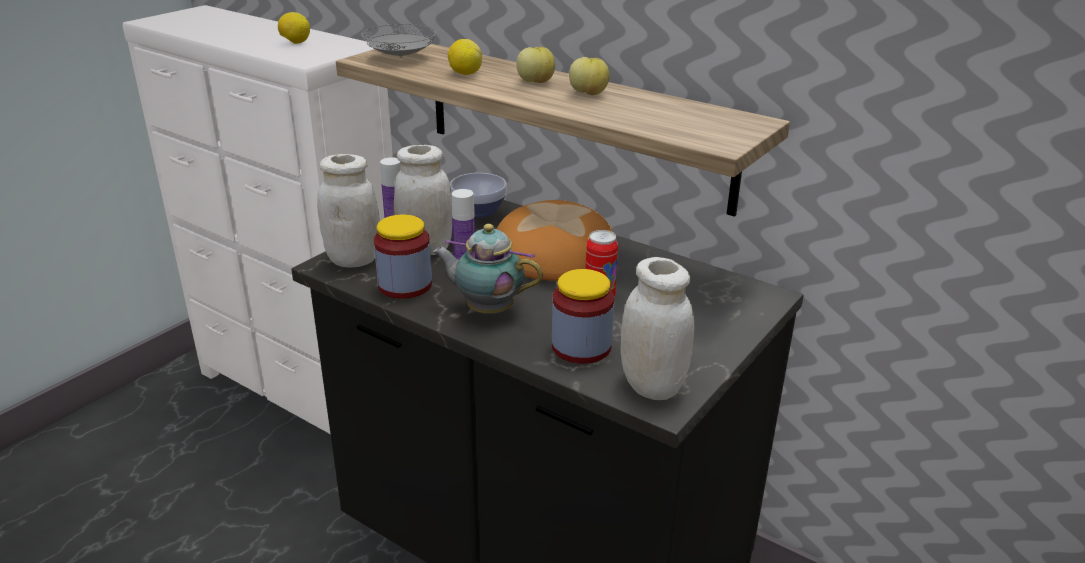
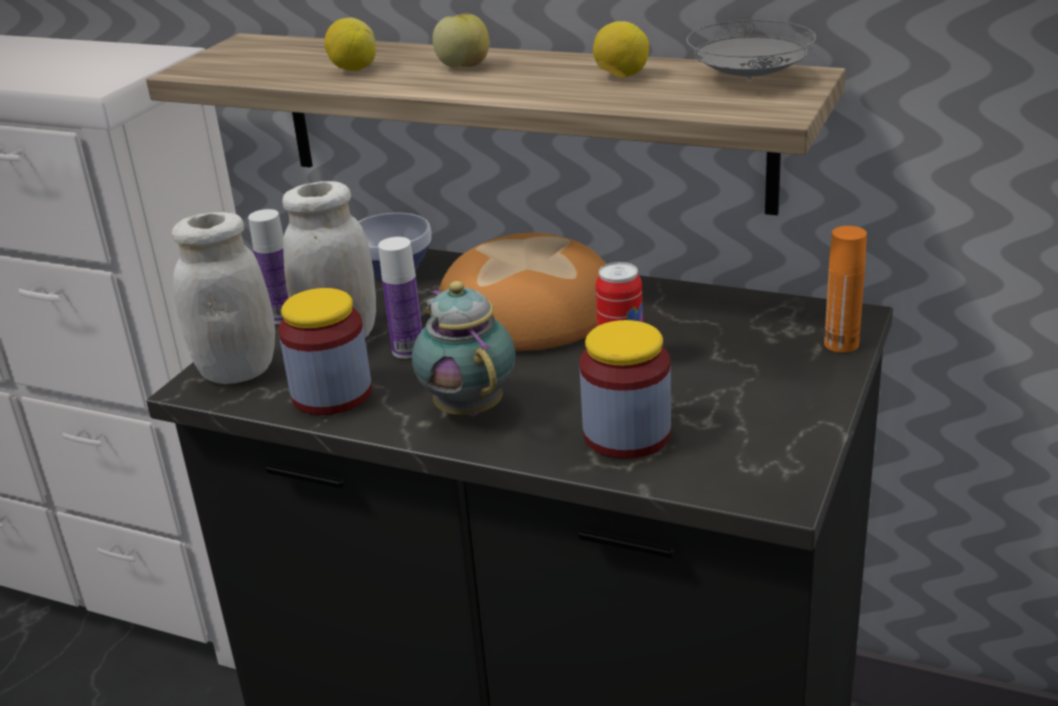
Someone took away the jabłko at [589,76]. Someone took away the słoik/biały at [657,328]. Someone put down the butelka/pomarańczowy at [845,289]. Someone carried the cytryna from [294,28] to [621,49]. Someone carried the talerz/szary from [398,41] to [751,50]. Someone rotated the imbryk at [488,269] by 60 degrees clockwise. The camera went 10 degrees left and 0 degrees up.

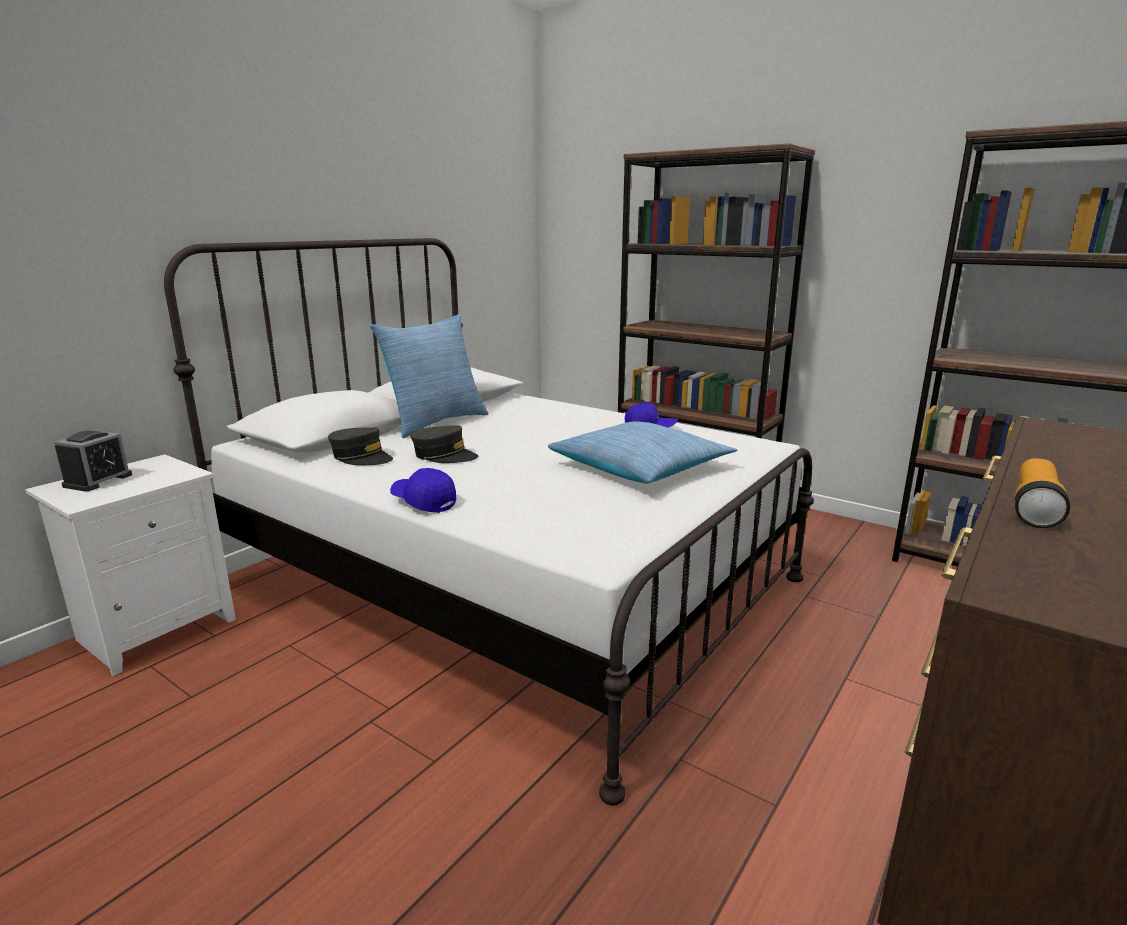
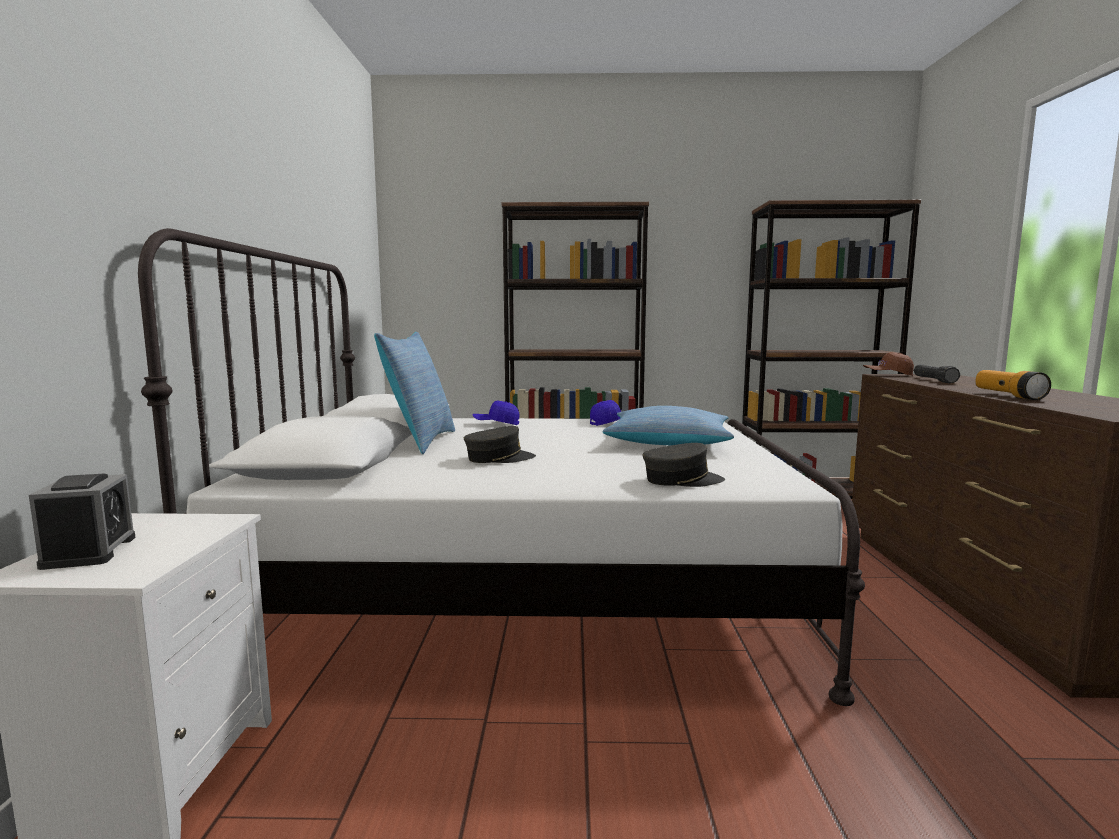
Someone put down the czapka z daszkiem/brązowy at [888,364]. Someone put down the latarka/czarny at [937,374]. Someone carried the czapka z daszkiem/szary from [360,446] to [683,465]. Someone carried the czapka z daszkiem/niebieski from [423,490] to [495,412]. The camera went 35 degrees left and 10 degrees down.

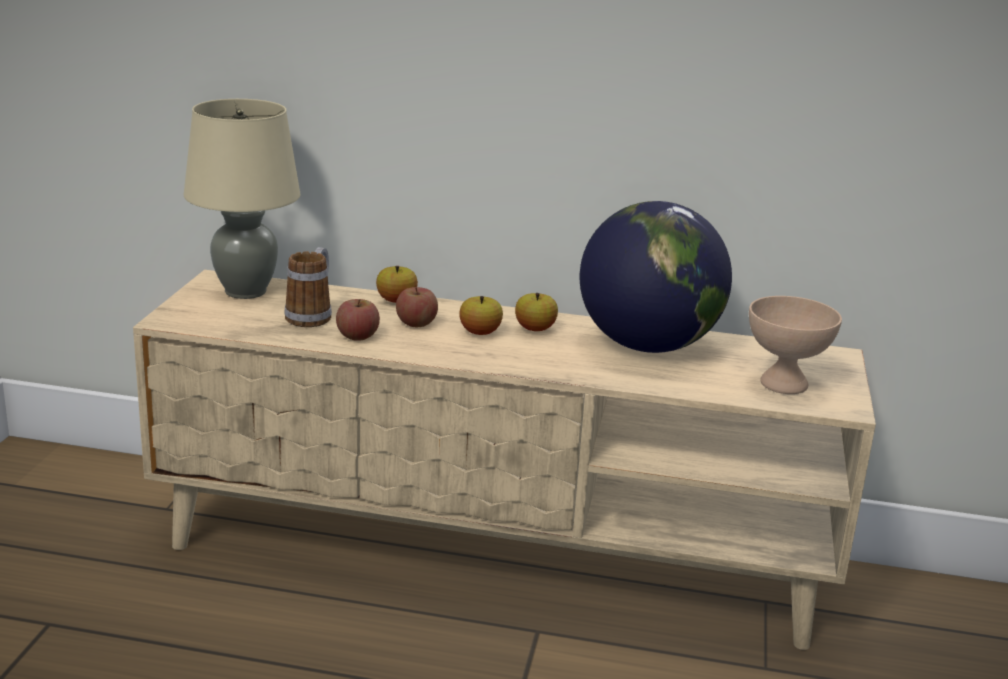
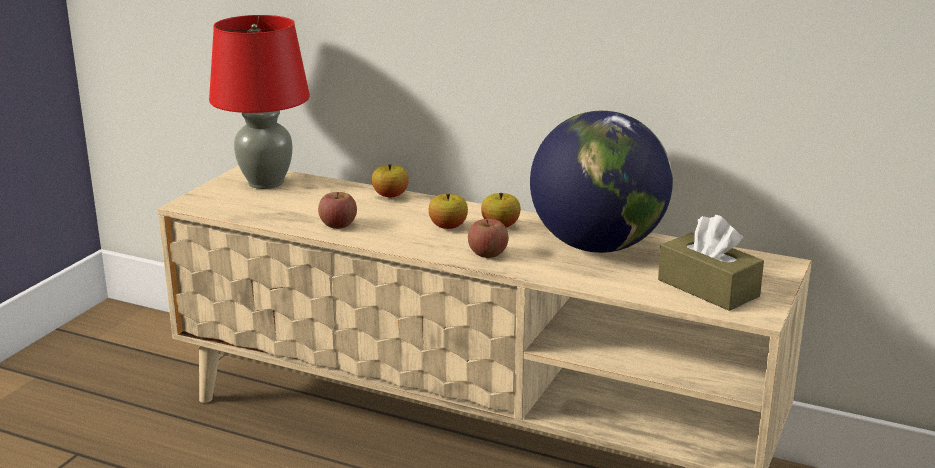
Someone took away the kubek at [308,287]. Someone carried the jabłko from [417,307] to [488,238]. Someone swapped the miska/beżowy at [795,345] for the pudełko chusteczek/brązowy at [711,263]. Someone repainted the lampa stołowa/beżowy at [241,199], which became the lampa stołowa/czerwony at [259,102]. The camera went 15 degrees right and 0 degrees up.

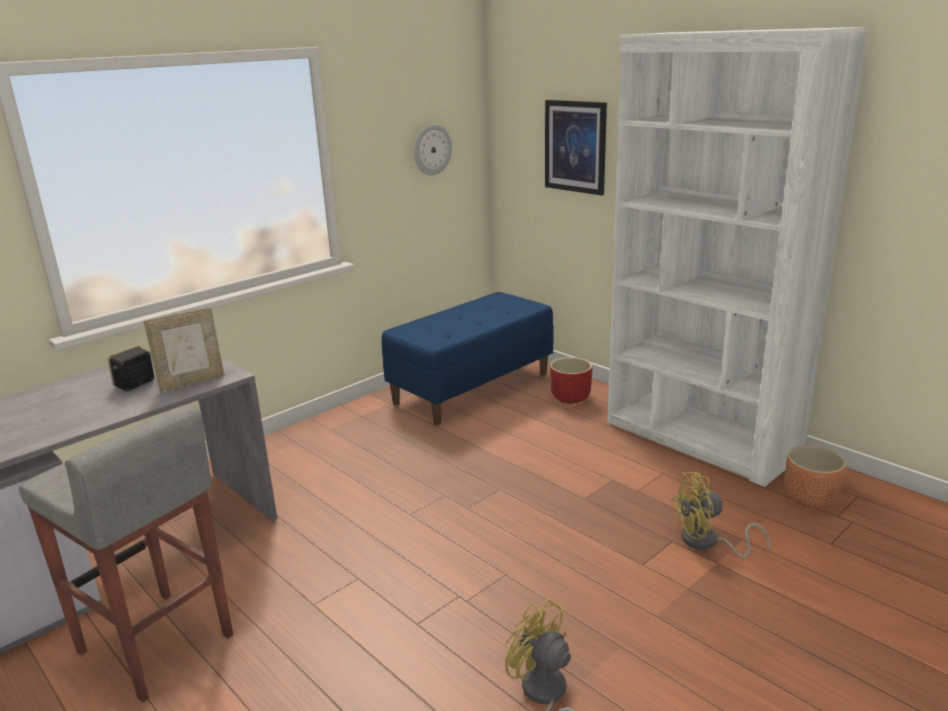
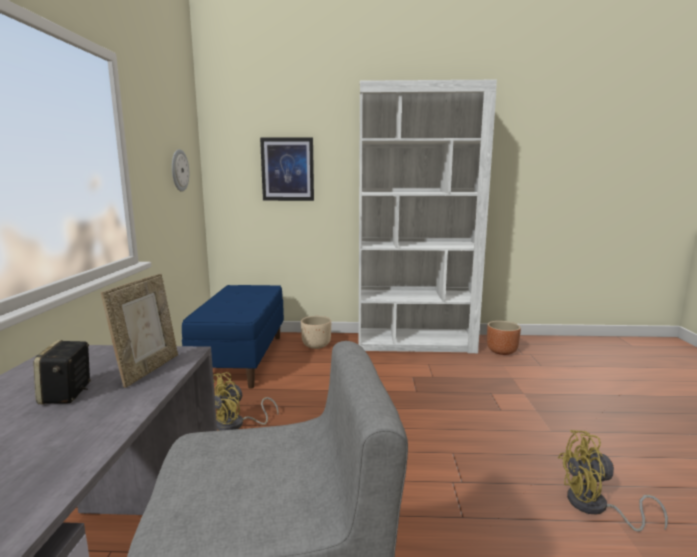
Someone carried the wentylator/żółty from [720,515] to [246,401]. Someone repainted the donica/czerwony at [571,380], which became the donica/beżowy at [316,332]. The camera went 45 degrees left and 10 degrees down.

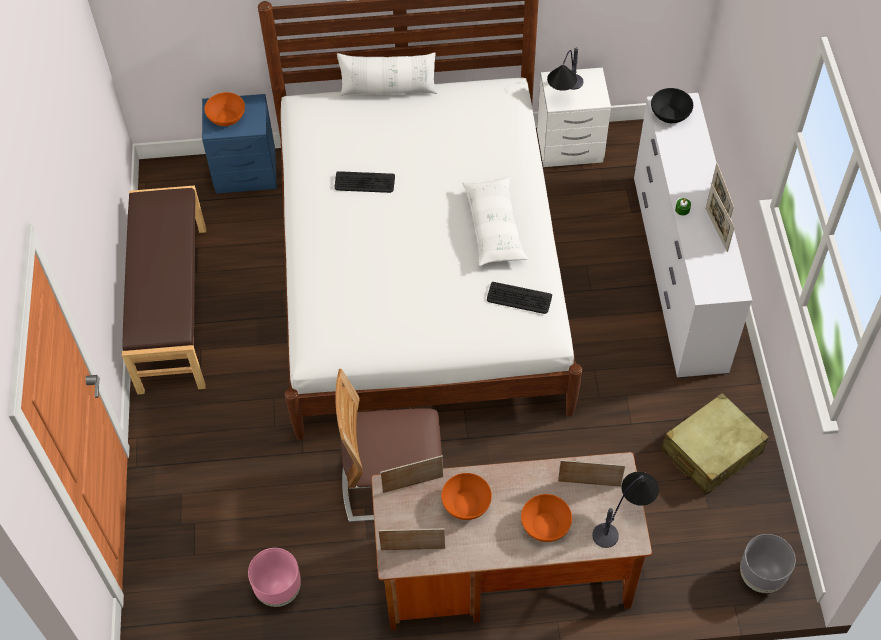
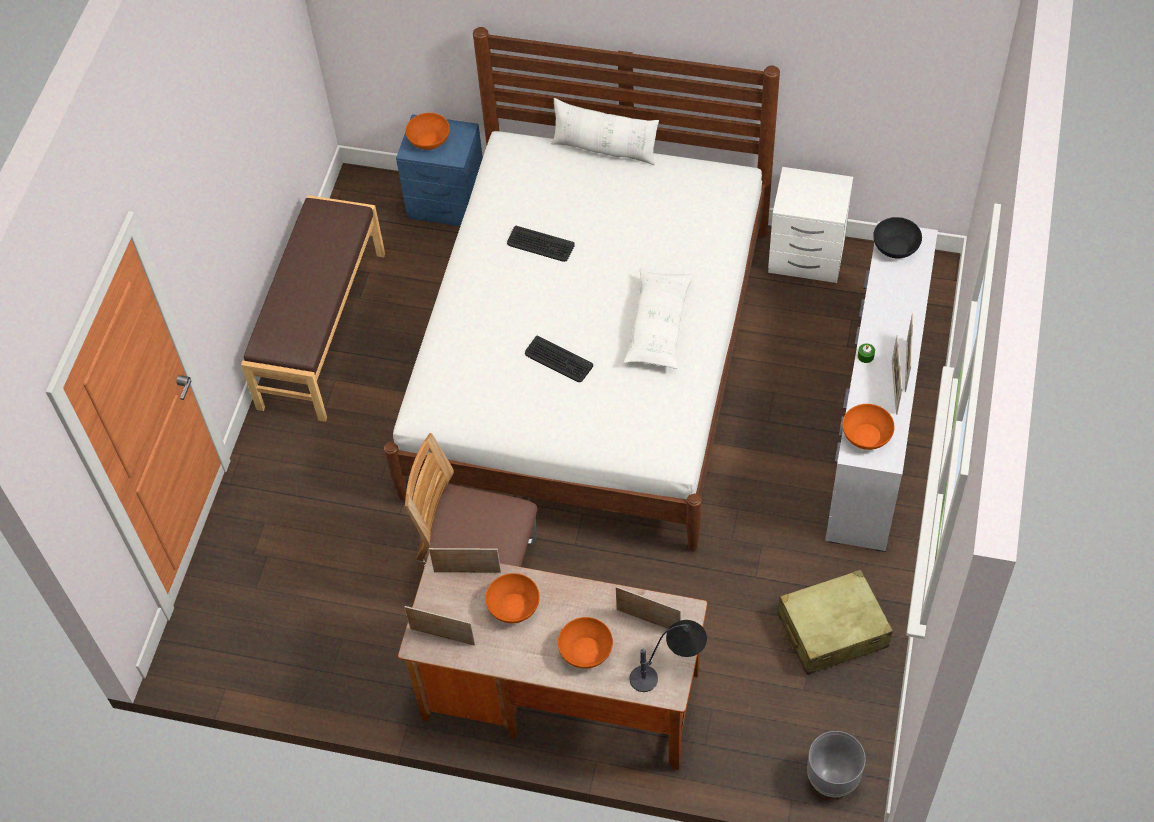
Someone took away the donica/różowy at [274,577]. Someone took away the lampa stołowa at [565,69]. Someone put down the miska/pomarańczowy at [868,427]. Someone carried the klawiatura from [519,298] to [559,359]. The camera went 20 degrees right and 0 degrees up.

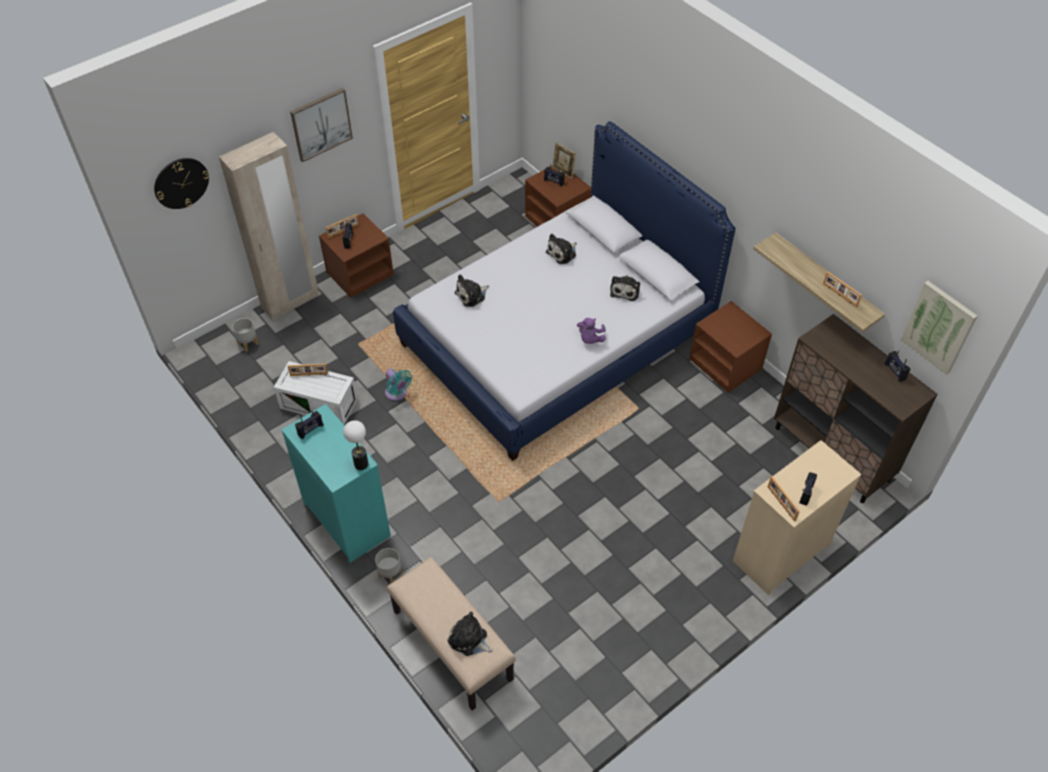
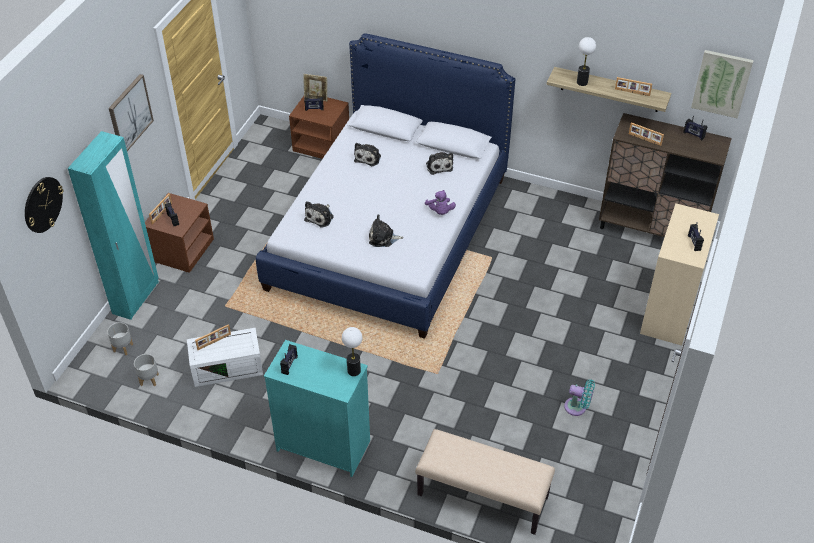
Someone took away the szafka nocna/brązowy at [731,347]. Someone put down the lampa stołowa at [586,61]. Someone carried the donica/szary from [388,566] to [146,370]. Someone carried the wentylator/turkusowy from [398,385] to [579,397]. Someone carried the pluszak from [470,634] to [386,230]. Someone carried the ramka na zdjęcie from [784,499] to [646,134]. Someone repainted the szafa/beżowy at [269,226], which became the szafa/turkusowy at [113,225]. The camera went 30 degrees left and 5 degrees down.

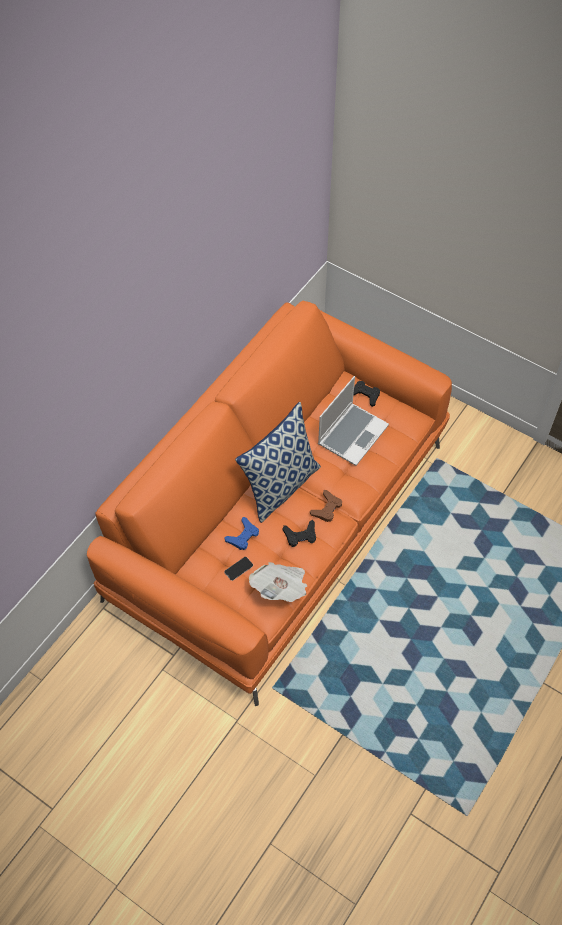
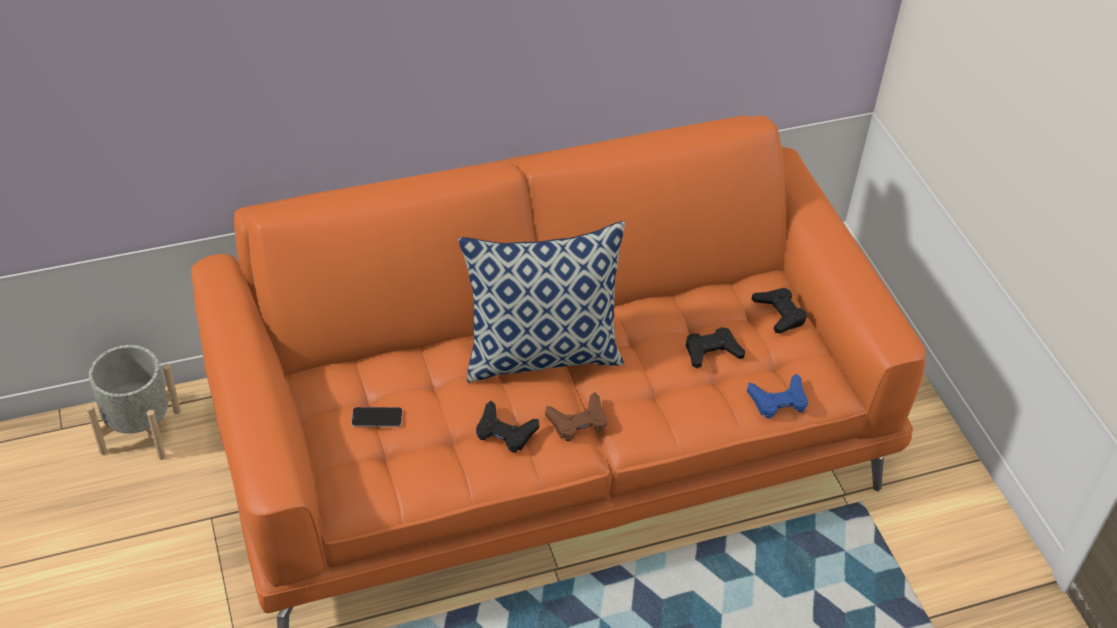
Someone took away the gazeta at [278,582]. Someone put down the donica/szary at [133,402]. Someone carried the pad do gier/niebieski from [241,533] to [777,396]. Someone swapped the laptop at [353,421] for the pad do gier/czarny at [715,348]. The camera went 35 degrees right and 10 degrees down.

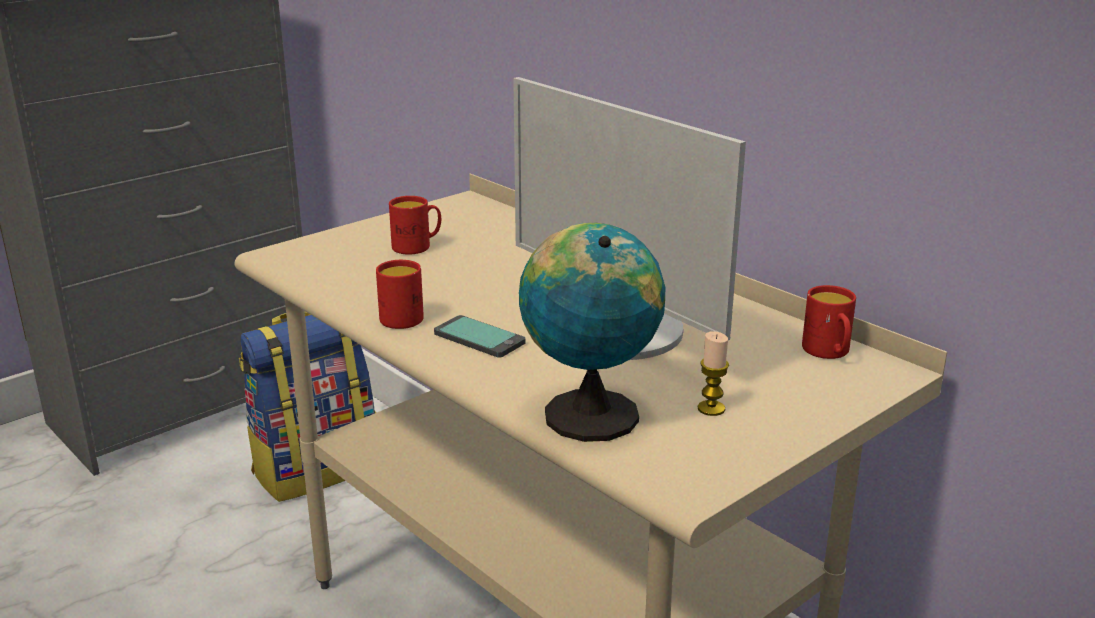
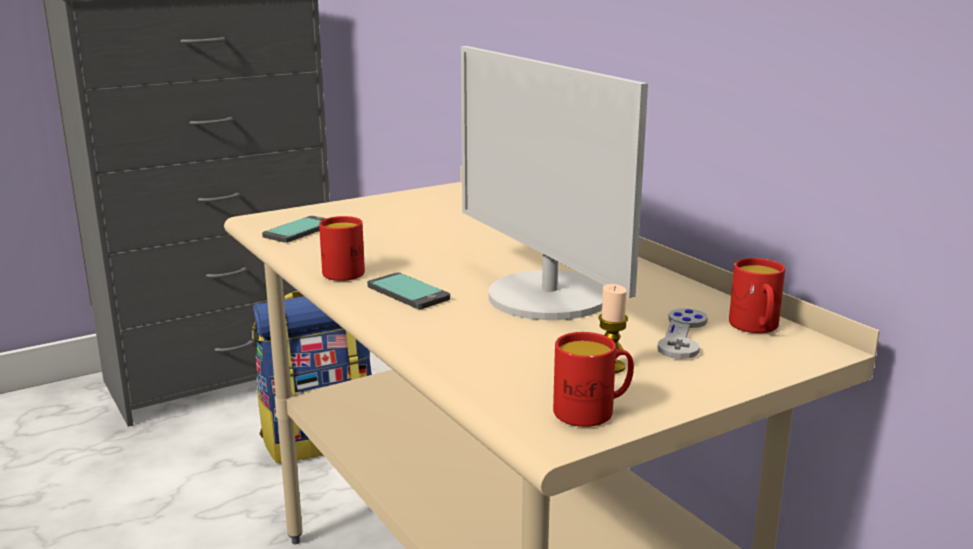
Someone took away the globus at [592,332]. Someone put down the telefon at [294,229]. Someone put down the pad do gier/szary at [682,333]. Someone carried the kubek/czerwony from [415,225] to [593,379]. The camera went 10 degrees right and 5 degrees down.

